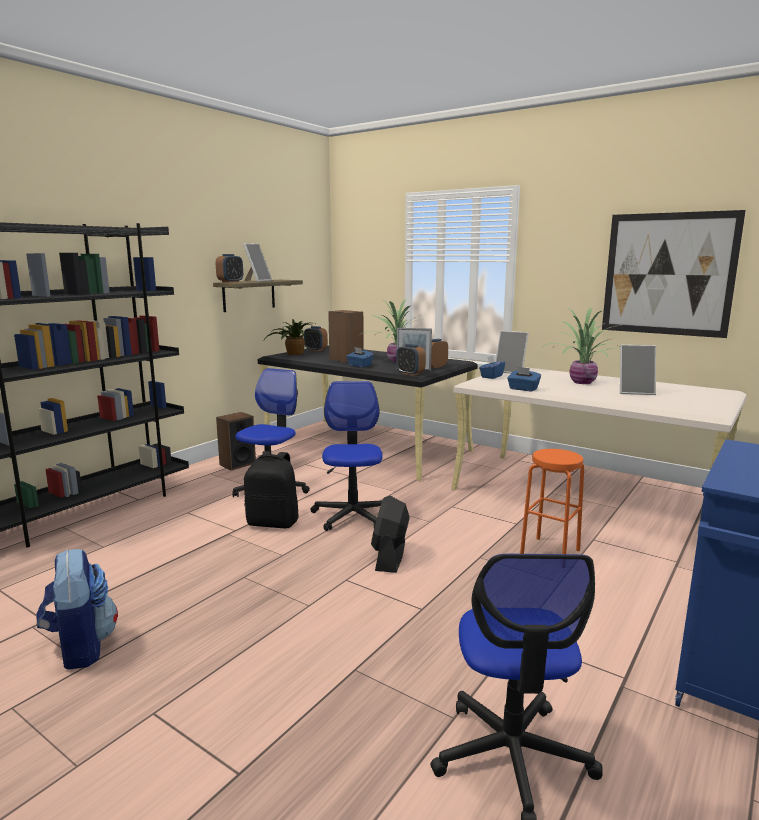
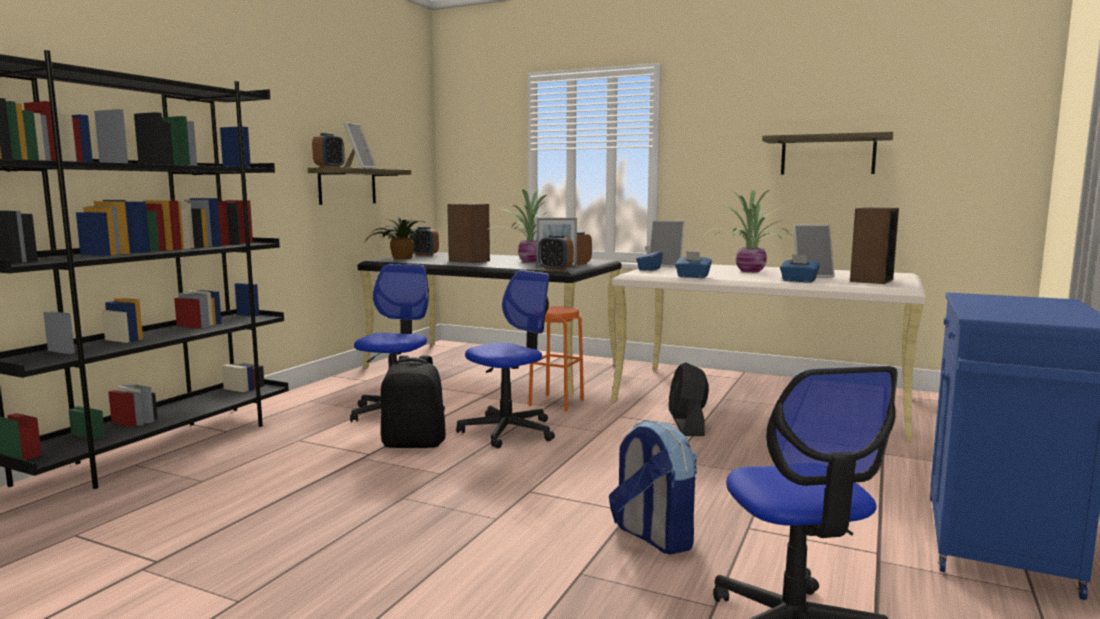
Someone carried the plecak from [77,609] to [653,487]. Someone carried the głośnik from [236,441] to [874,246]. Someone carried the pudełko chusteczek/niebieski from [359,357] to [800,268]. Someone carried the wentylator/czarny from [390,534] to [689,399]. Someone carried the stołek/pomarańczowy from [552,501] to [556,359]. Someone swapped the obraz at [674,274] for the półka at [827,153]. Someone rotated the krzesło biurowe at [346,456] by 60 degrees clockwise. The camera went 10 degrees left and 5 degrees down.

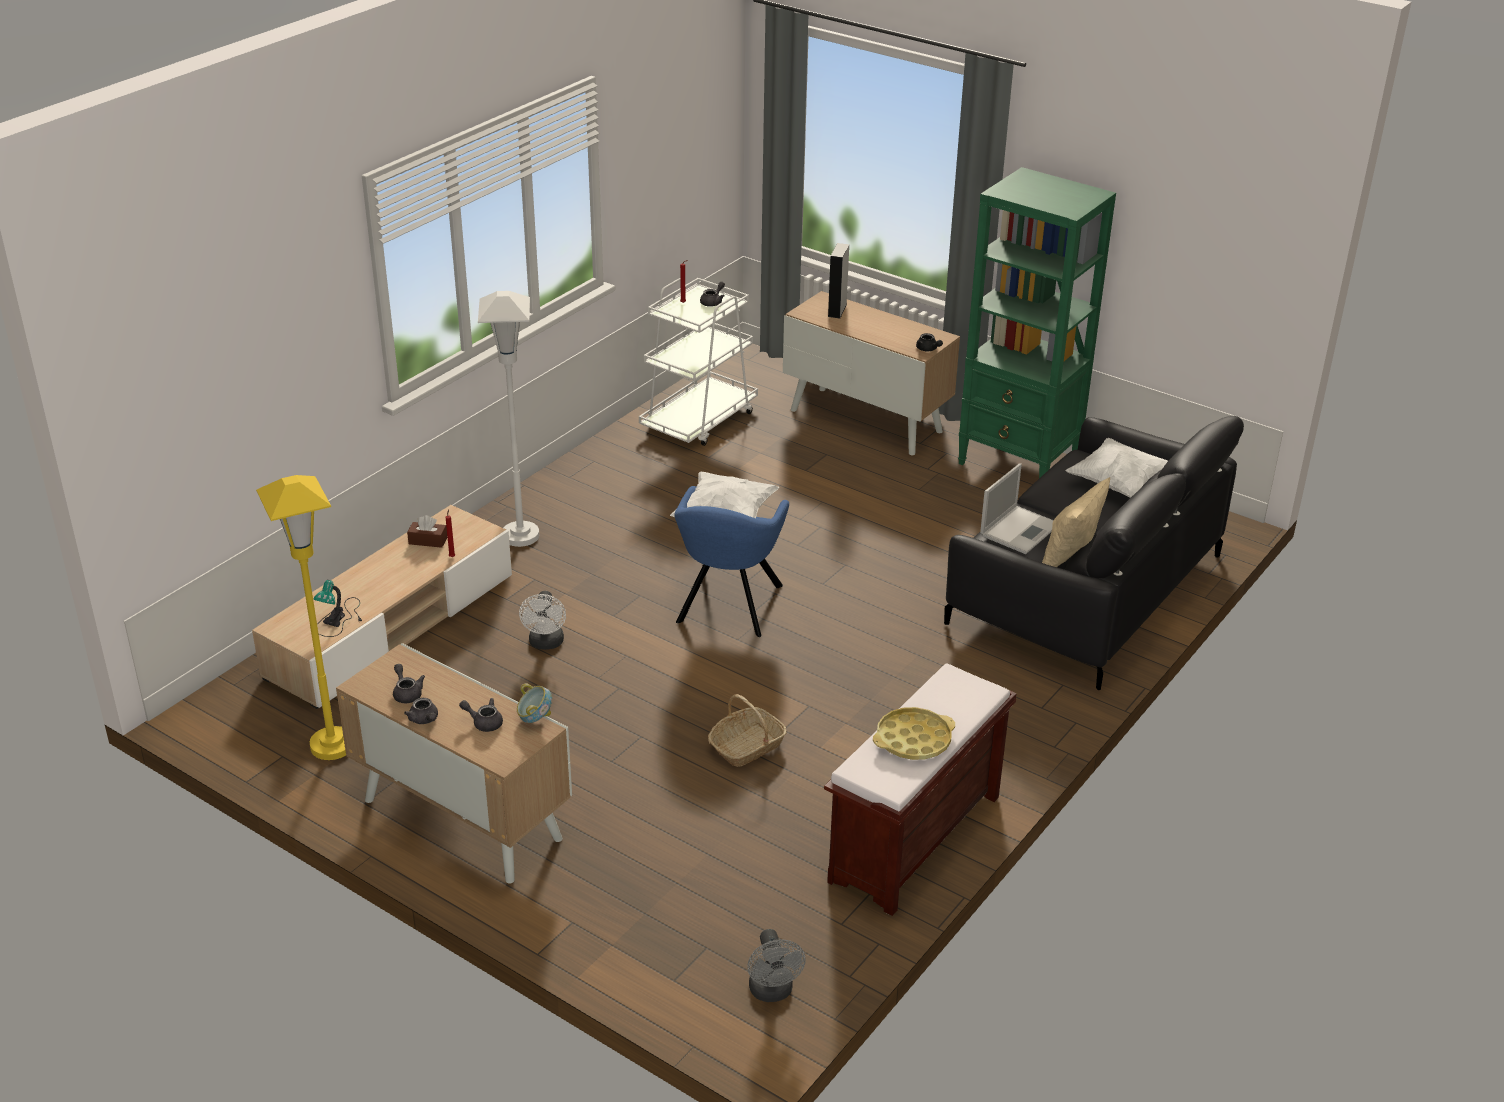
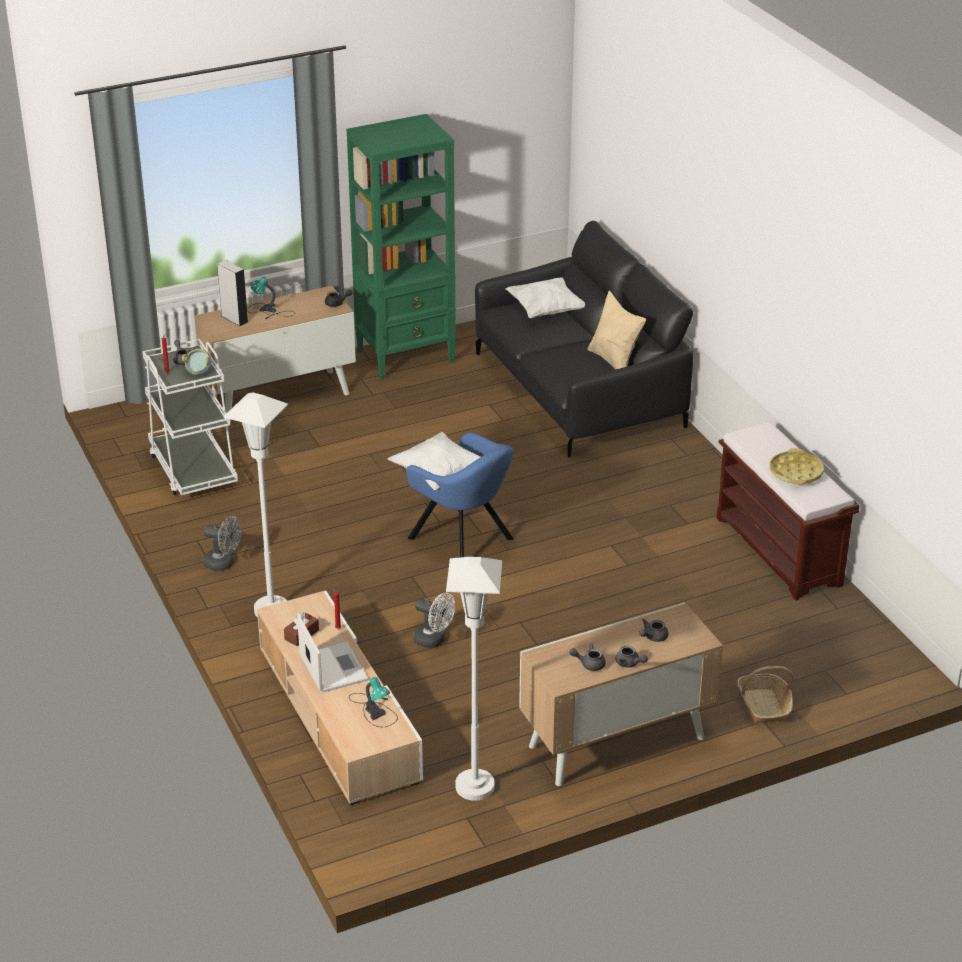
Someone put down the lampa stołowa at [271,298]. Someone carried the miska from [534,703] to [197,362]. Someone carried the koszyk from [747,730] to [765,695]. Someone carried the wentylator/szary from [777,965] to [222,543]. Someone carried the laptop from [1016,508] to [332,654]. Someone repainted the lampa stojąca/żółty at [301,617], which became the lampa stojąca/biały at [474,679]. Someone rotated the imbryk/szary at [421,711] by 45 degrees clockwise. The camera went 60 degrees left and 0 degrees up.

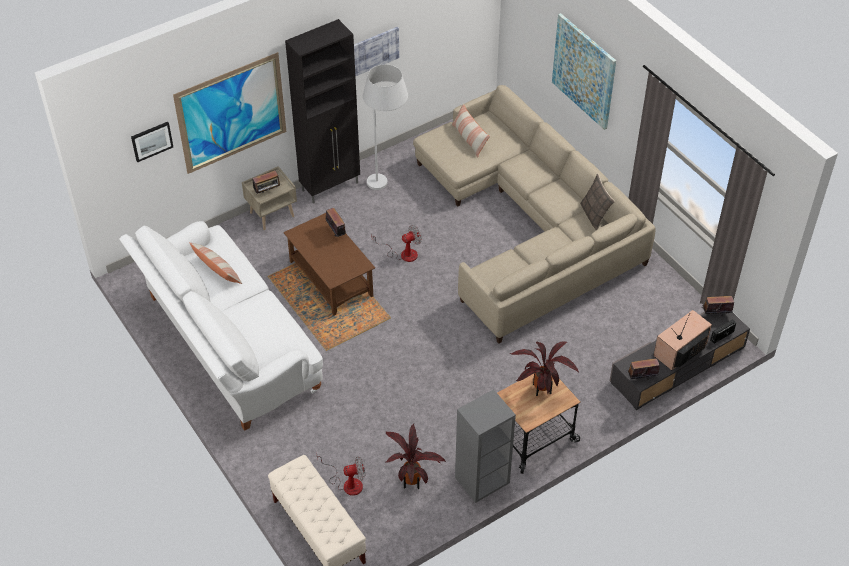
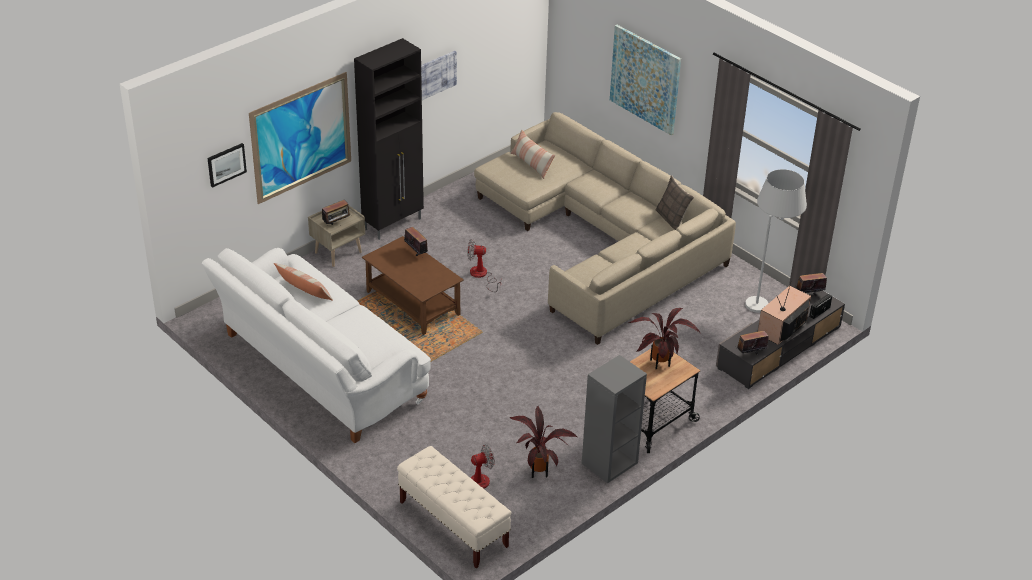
Someone carried the lampa stojąca/biały from [385,127] to [776,241]. Someone rotated the wentylator at [396,243] by 135 degrees counterclockwise. The camera went 10 degrees left and 10 degrees down.

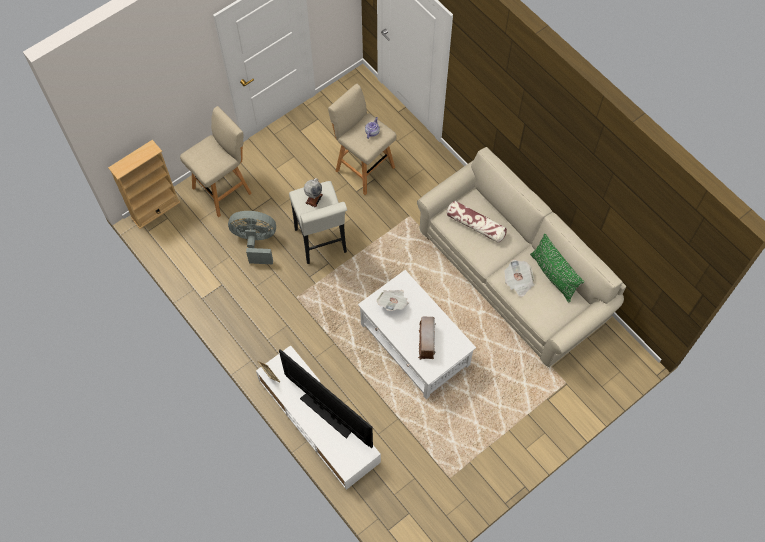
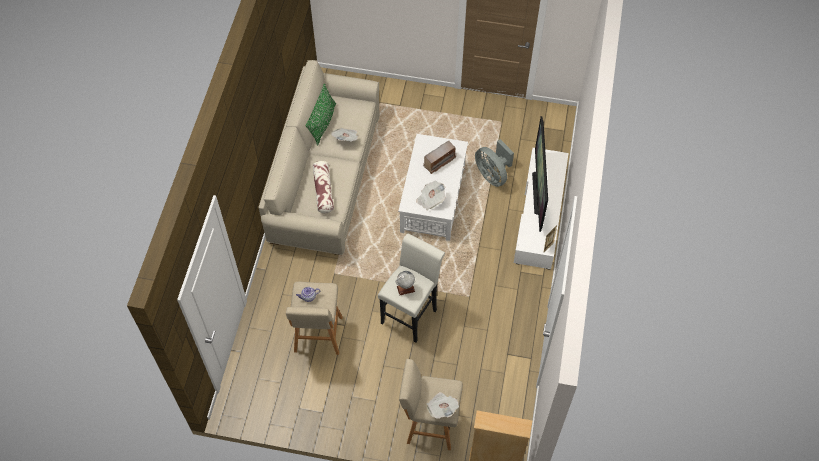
Someone put down the gazeta at [442,405]. Someone carried the wentylator/szary from [252,237] to [494,163]. The camera went 130 degrees left and 5 degrees down.

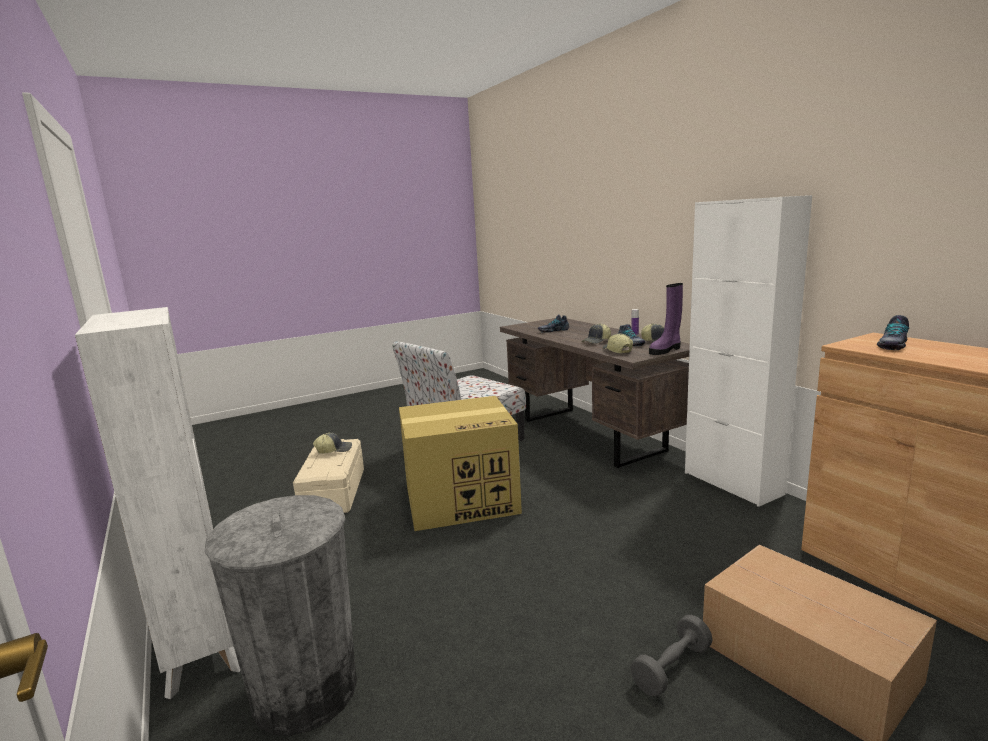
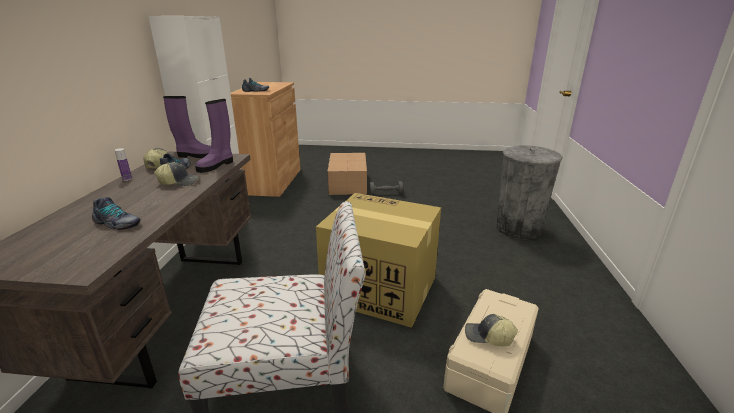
Someone took away the regał/biały at [157,503]. Someone swapped the czapka z daszkiem at [617,343] for the but z cholewką/fioletowy at [214,136]. The camera went 145 degrees left and 10 degrees up.

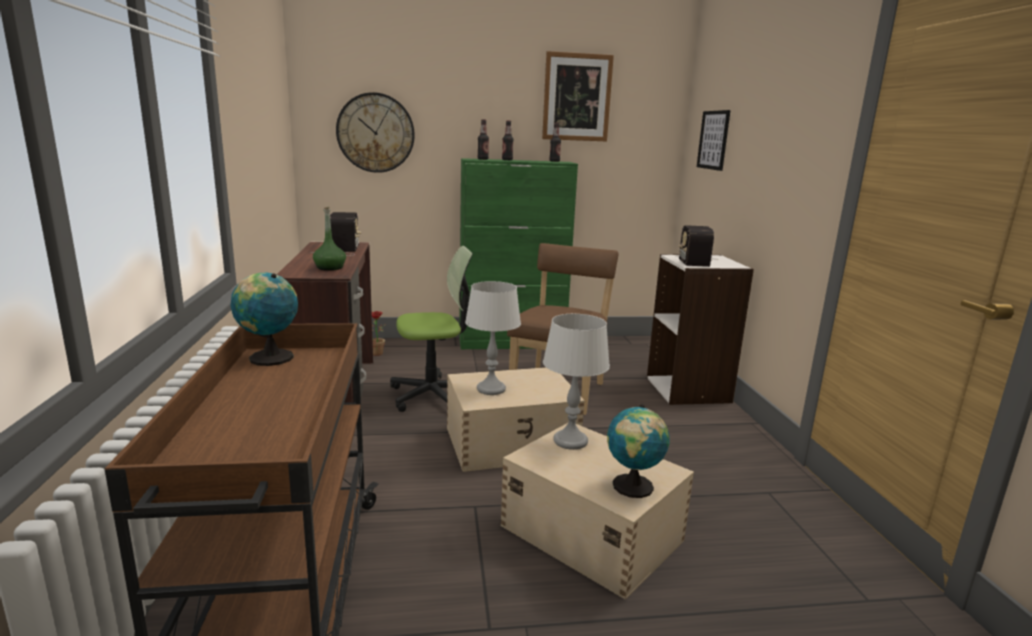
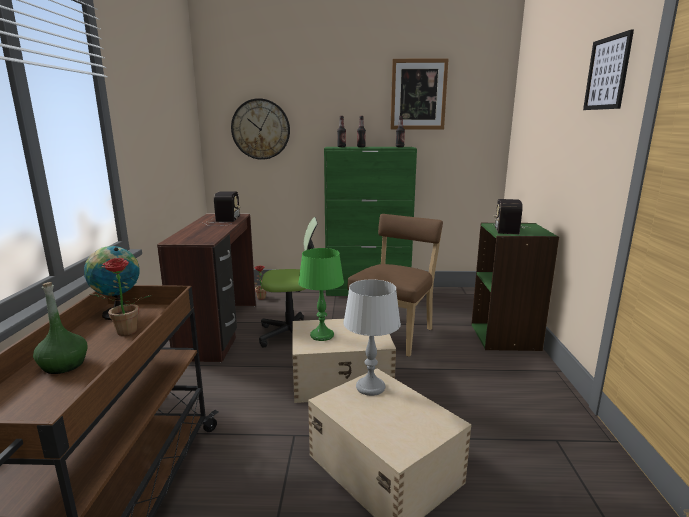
Someone took away the globus at [638,451]. Someone put down the roślina doniczkowa at [120,297]. Someone carried the butelka/zielony from [329,239] to [60,328]. Someone carried the obraz from [714,140] to [608,69]. Someone repainted the lampa stołowa/szary at [493,338], which became the lampa stołowa/zielony at [321,294]. Someone repainted the regał/biały at [700,329], which became the regał/zielony at [515,287]. The camera went 10 degrees right and 0 degrees up.

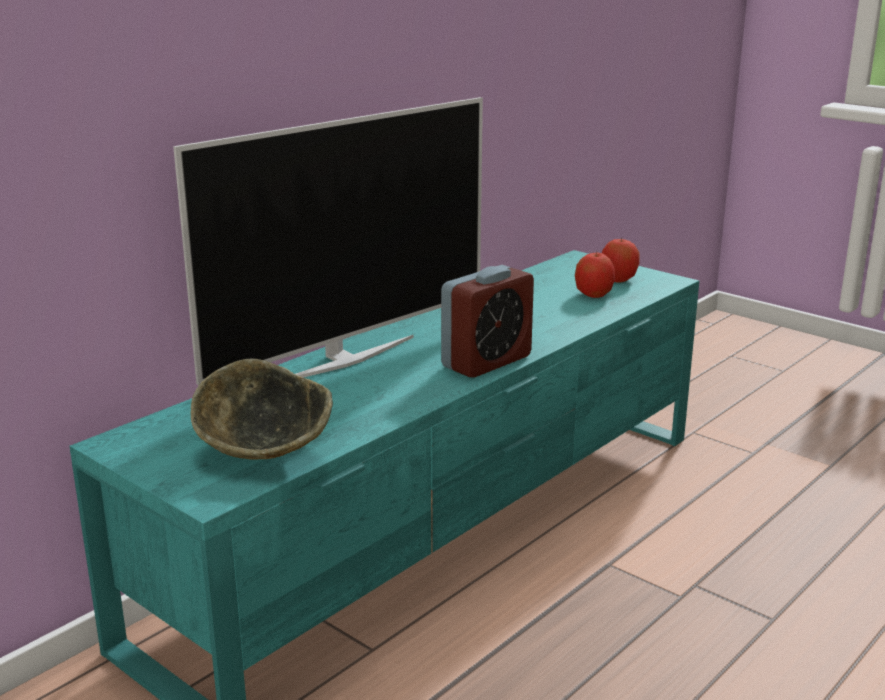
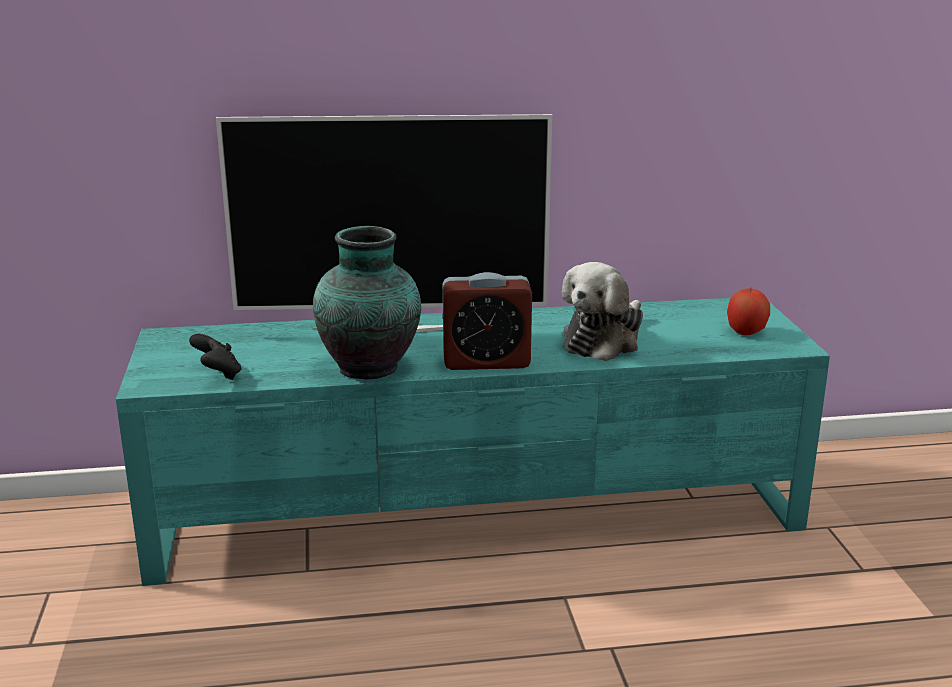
Someone took away the jabłko at [595,274]. Someone put down the wazon at [367,302]. Someone put down the pluszak at [602,311]. Someone swapped the miska at [262,409] for the pad do gier/czarny at [215,357]. The camera went 40 degrees right and 0 degrees up.

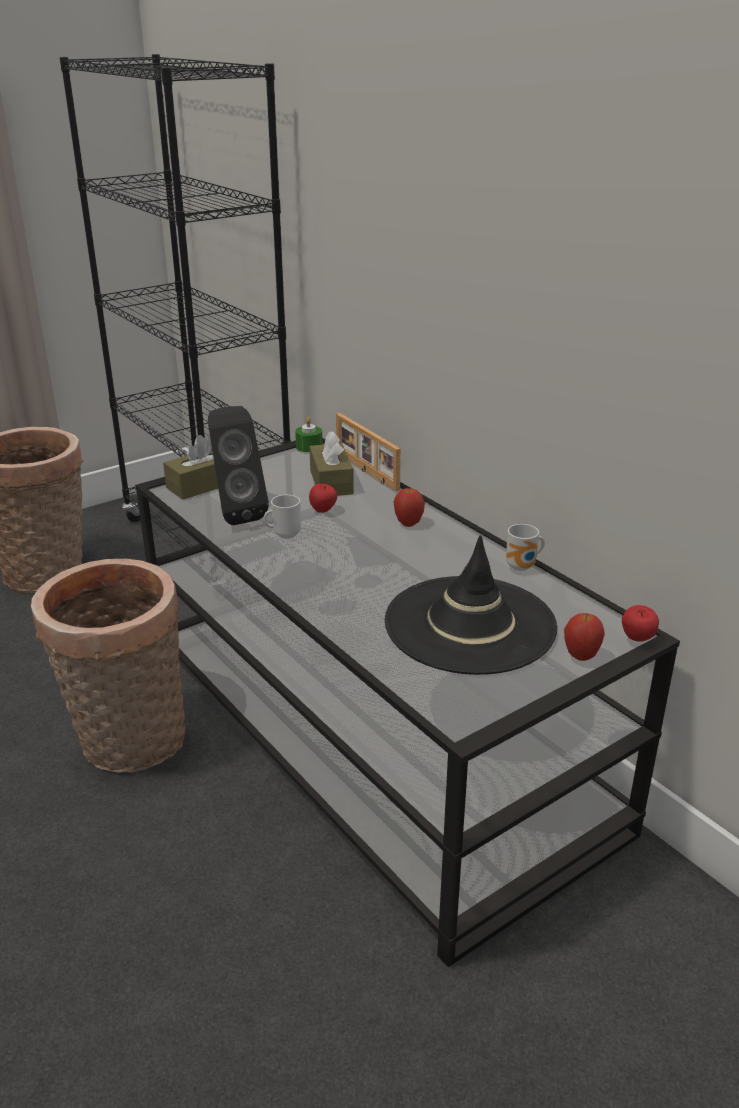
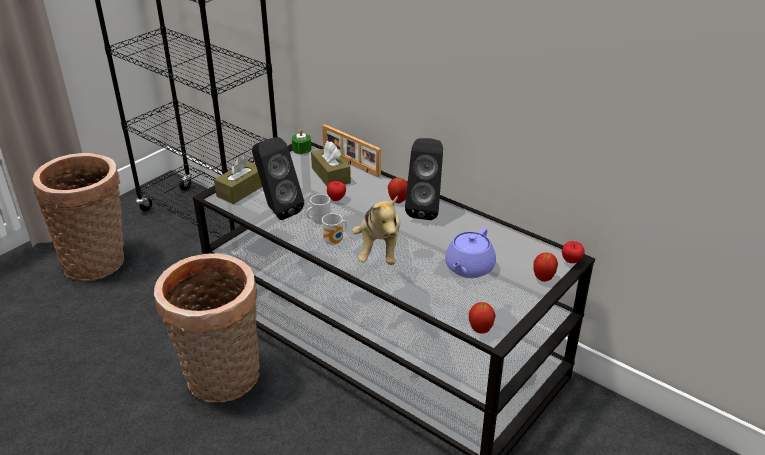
Someone put down the pluszak at [376,230]. Someone put down the głośnik/czarny at [424,179]. Someone put down the jabłko at [482,318]. Someone carried the kubek from [525,547] to [334,229]. Someone swapped the kapelusz/czarny at [471,605] for the imbryk/fioletowy at [470,253]. The camera went 15 degrees left and 5 degrees up.

